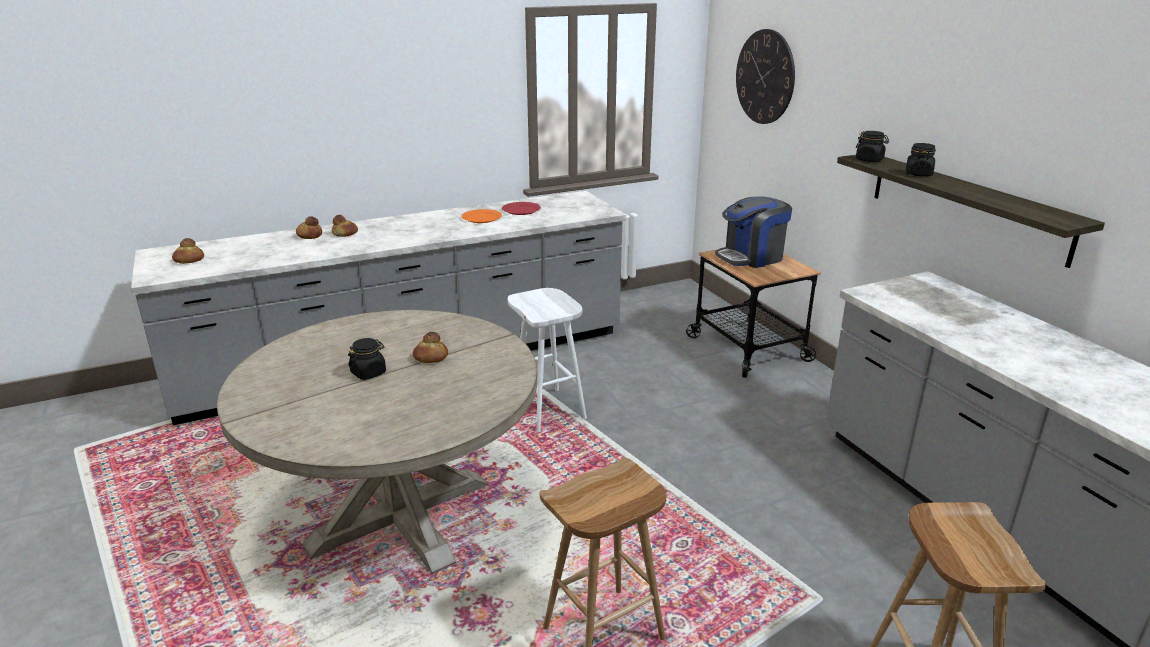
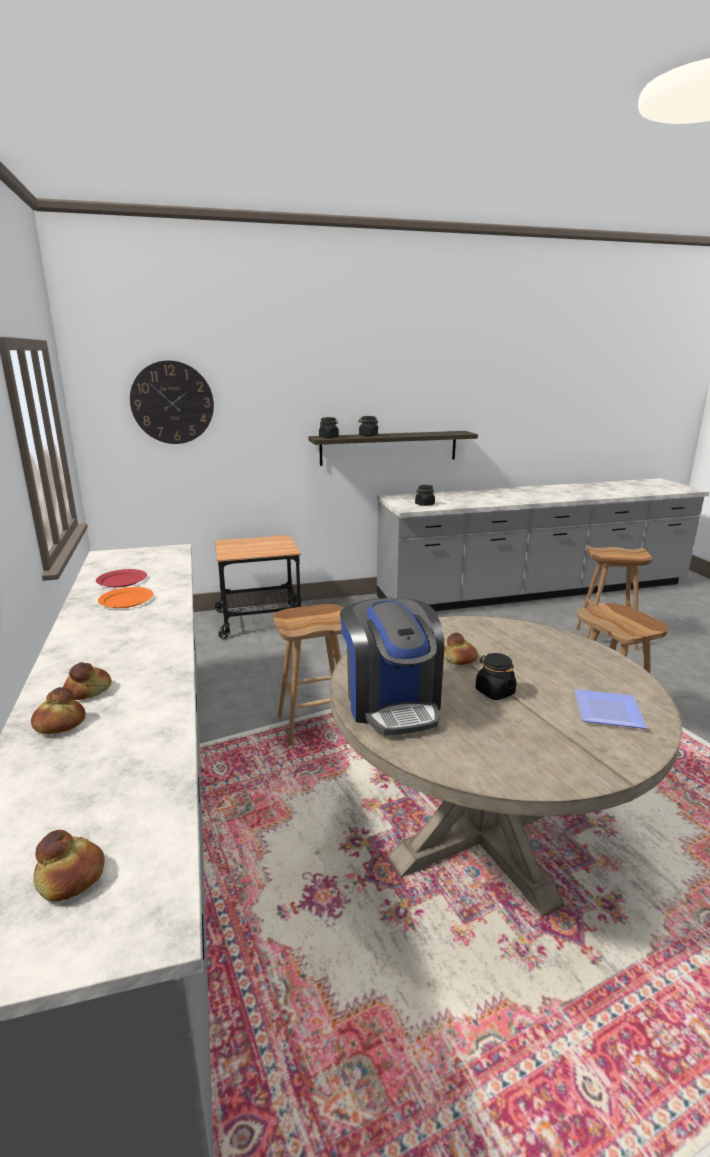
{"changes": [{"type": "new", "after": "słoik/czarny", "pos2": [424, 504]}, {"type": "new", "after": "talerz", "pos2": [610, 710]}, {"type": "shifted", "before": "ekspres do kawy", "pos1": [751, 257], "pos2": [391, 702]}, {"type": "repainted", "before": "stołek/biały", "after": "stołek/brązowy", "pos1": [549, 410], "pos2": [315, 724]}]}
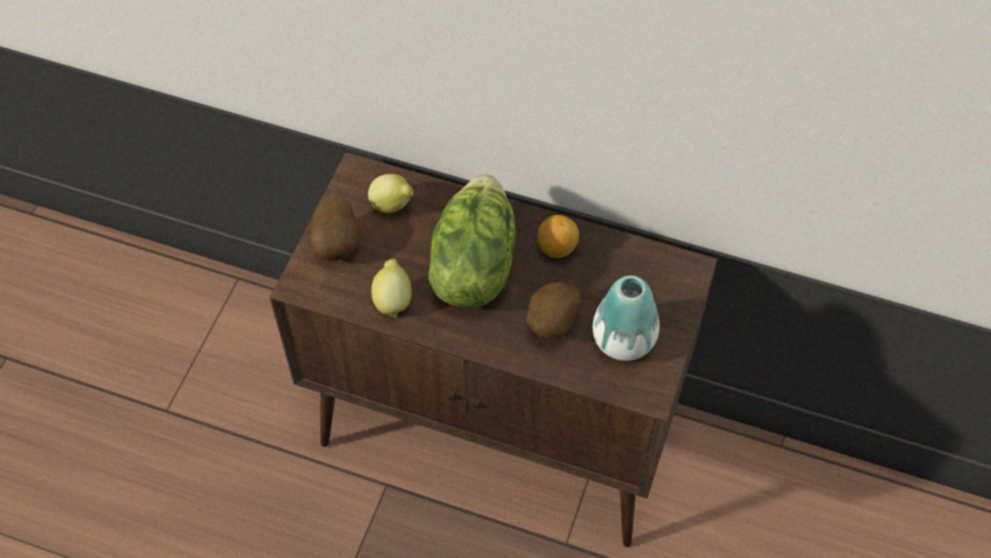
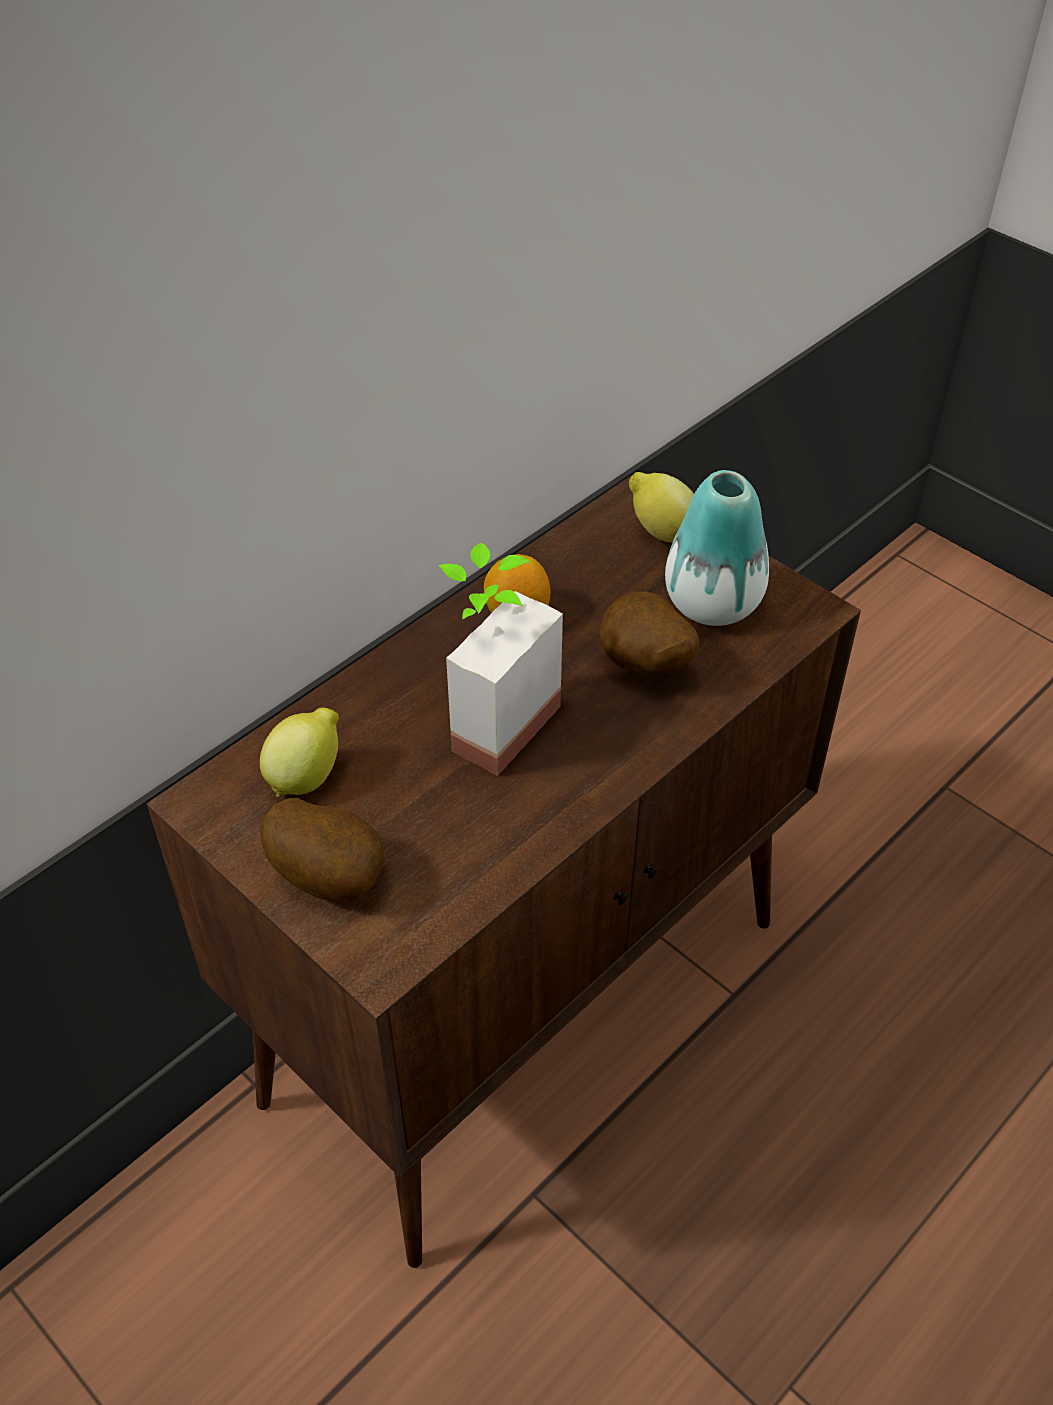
{"changes": [{"type": "shifted", "before": "cytryna", "pos1": [393, 300], "pos2": [660, 532]}, {"type": "swapped", "before": "sałata", "after": "roślina doniczkowa", "pos1": [472, 265], "pos2": [487, 718]}]}
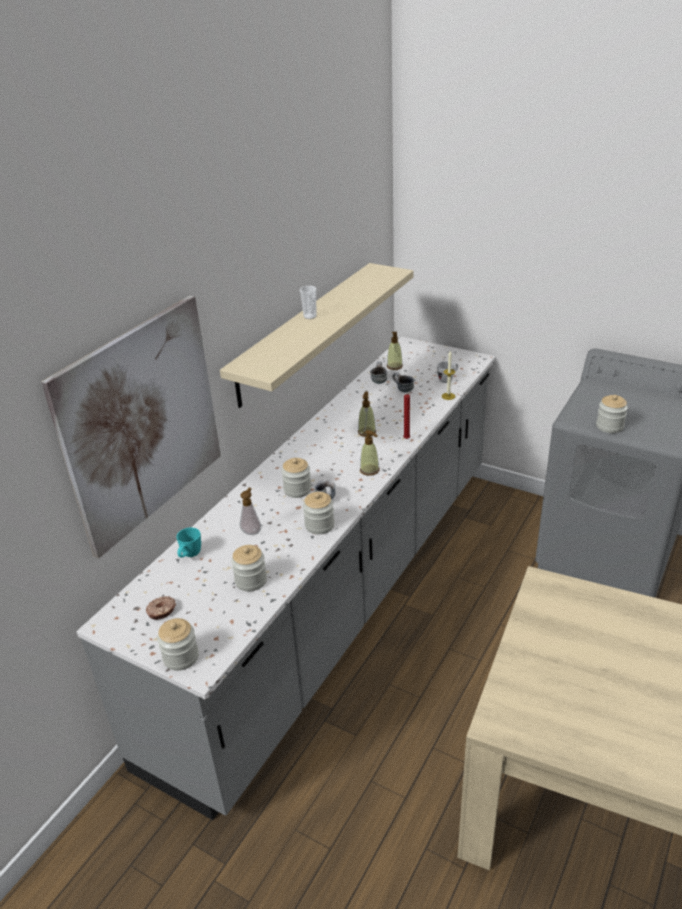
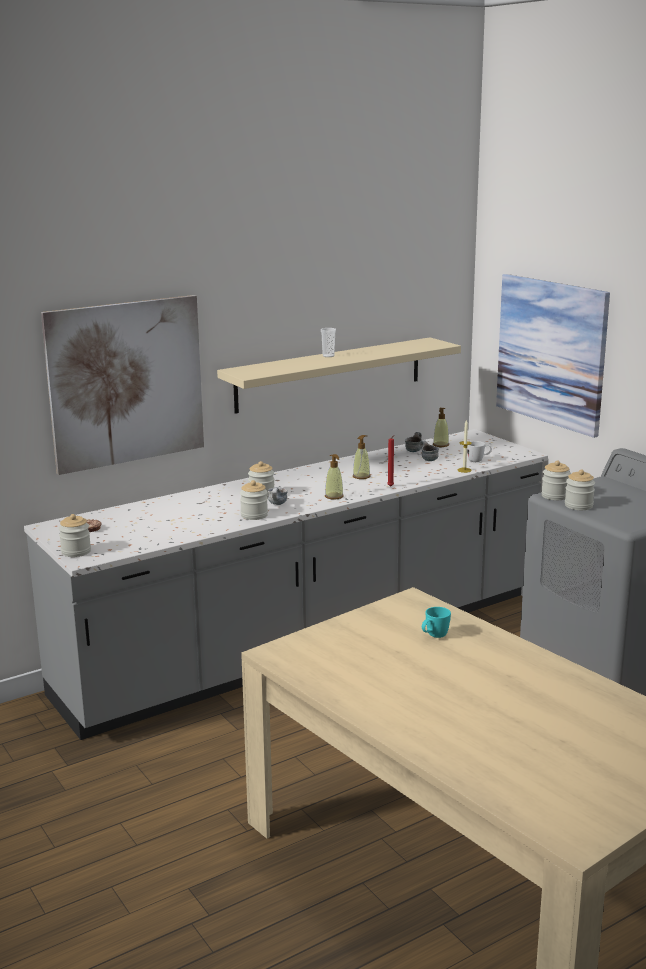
{"changes": [{"type": "gone", "before": "dozownik mydła", "pos1": [252, 531]}, {"type": "new", "after": "obraz", "pos2": [551, 352]}, {"type": "shifted", "before": "kubek/turkusowy", "pos1": [189, 556], "pos2": [434, 636]}, {"type": "shifted", "before": "słoik", "pos1": [251, 580], "pos2": [555, 496]}]}
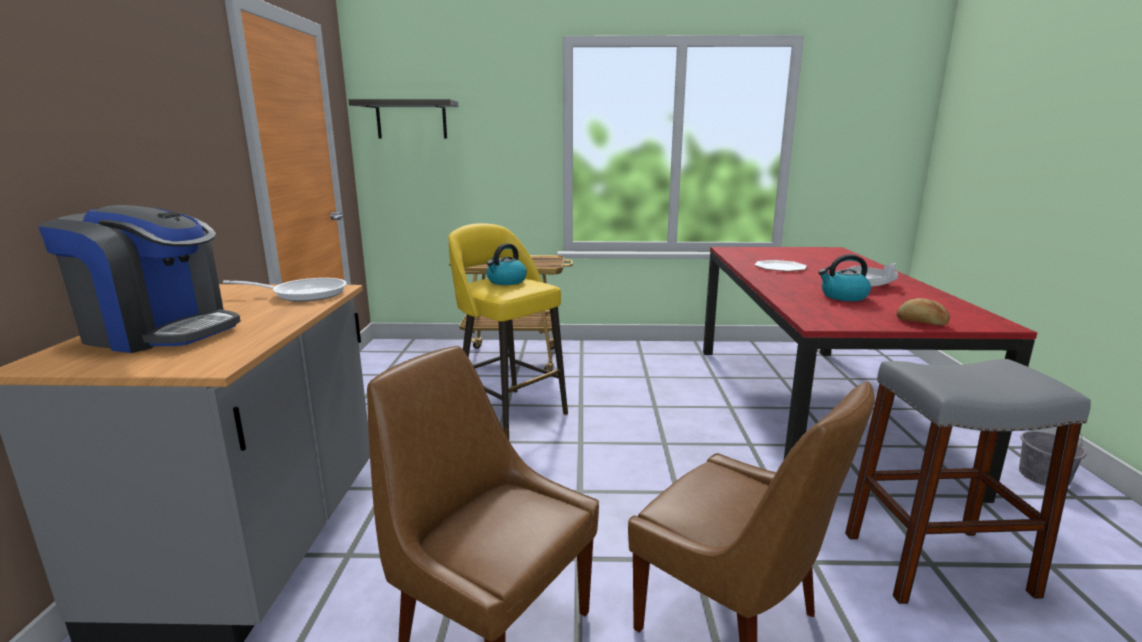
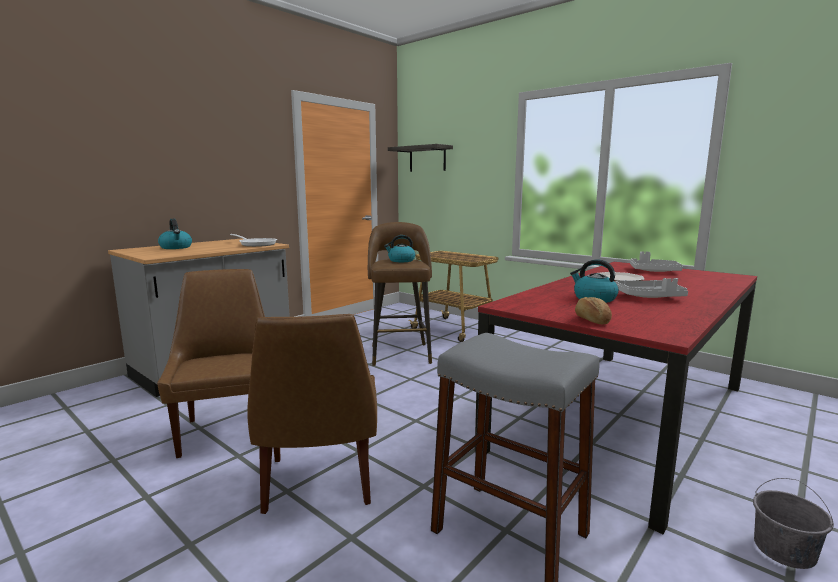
{"changes": [{"type": "new", "after": "taca/szary", "pos2": [653, 271]}, {"type": "swapped", "before": "ekspres do kawy", "after": "czajnik", "pos1": [159, 332], "pos2": [176, 247]}, {"type": "repainted", "before": "stołek/żółty", "after": "stołek/brązowy", "pos1": [509, 413], "pos2": [400, 353]}]}
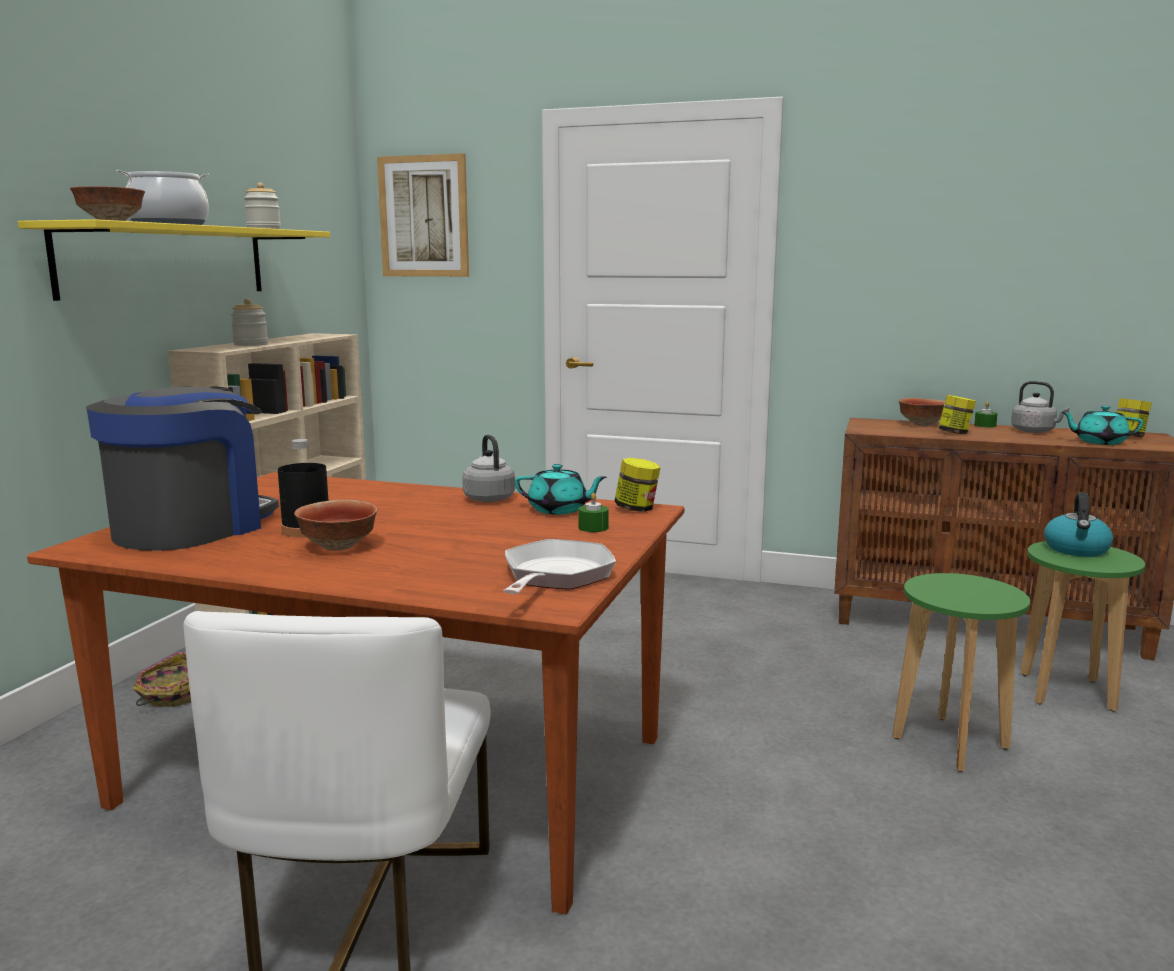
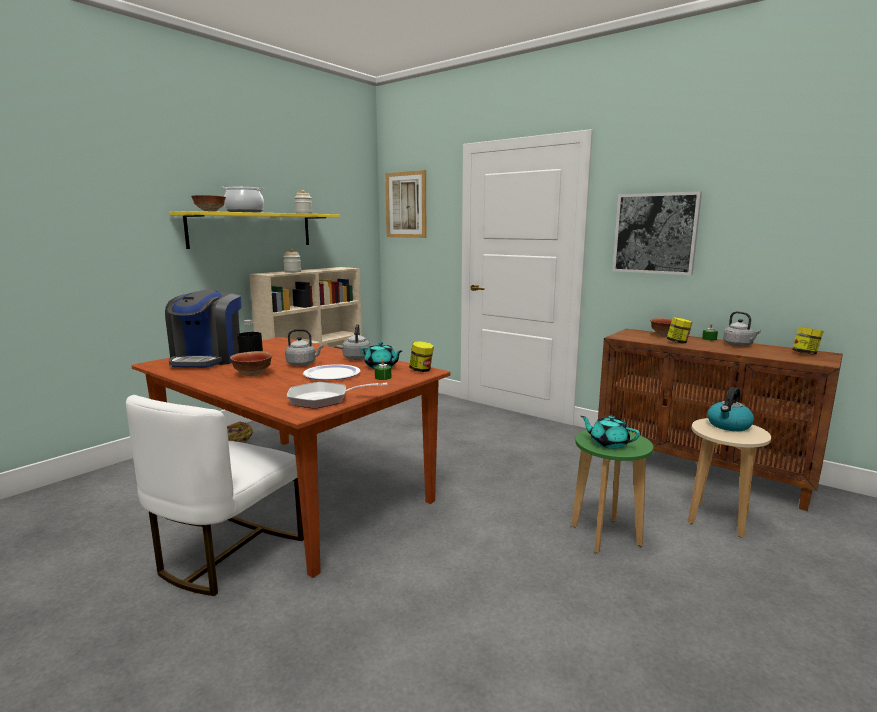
{"changes": [{"type": "new", "after": "czajnik/szary", "pos2": [303, 364]}, {"type": "new", "after": "talerz", "pos2": [332, 374]}, {"type": "new", "after": "obraz", "pos2": [655, 233]}, {"type": "shifted", "before": "imbryk/turkusowy", "pos1": [1099, 442], "pos2": [608, 443]}, {"type": "repainted", "before": "stołek/zielony", "after": "stołek/beżowy", "pos1": [1066, 692], "pos2": [717, 520]}, {"type": "rotated", "before": "ekspres do kawy", "pos1": [192, 528], "pos2": [207, 359], "turn": 135}, {"type": "rotated", "before": "patelnia", "pos1": [555, 577], "pos2": [324, 399], "turn": -135}]}
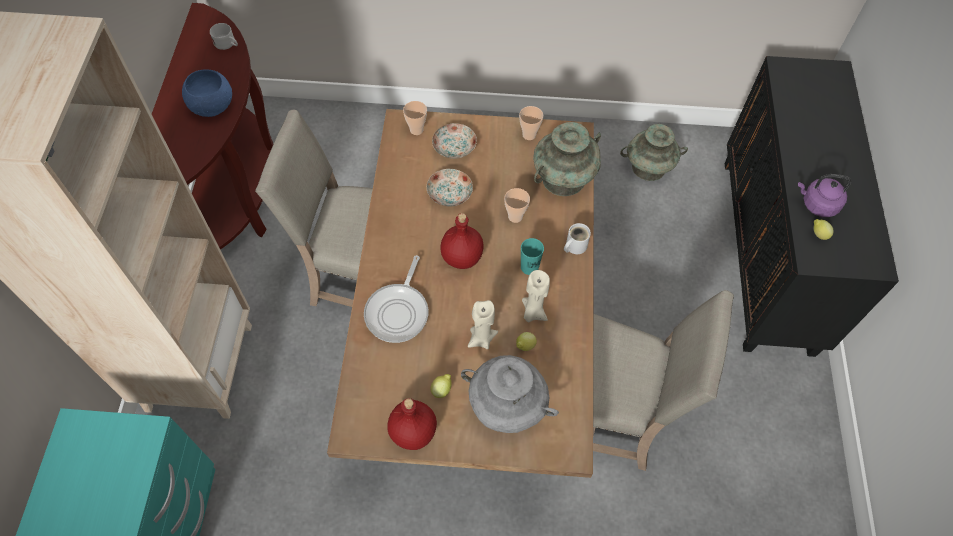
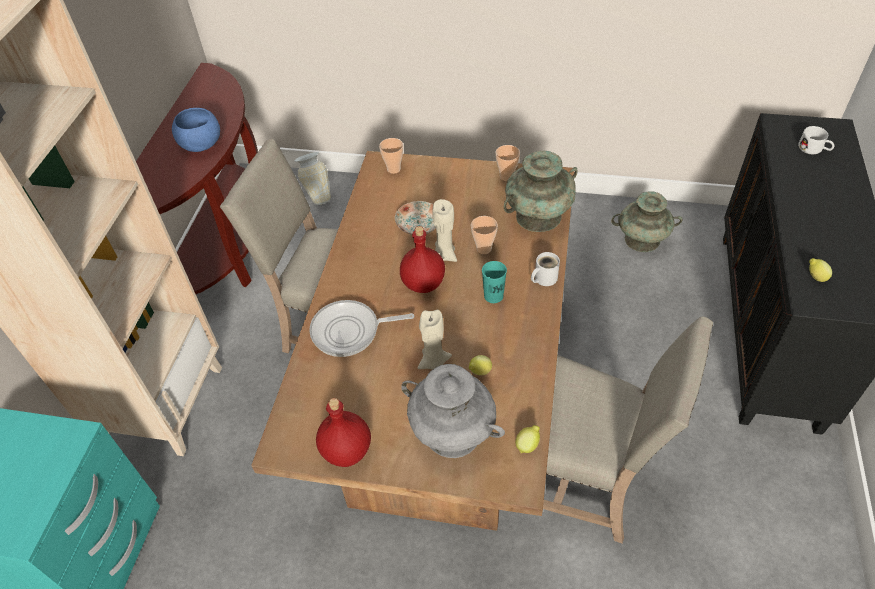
{"changes": [{"type": "gone", "before": "talerz", "pos1": [454, 147]}, {"type": "gone", "before": "czajnik/fioletowy", "pos1": [817, 204]}, {"type": "new", "after": "wazon", "pos2": [318, 196]}, {"type": "shifted", "before": "kubek/biały", "pos1": [227, 44], "pos2": [814, 149]}, {"type": "shifted", "before": "cytryna", "pos1": [442, 389], "pos2": [528, 445]}, {"type": "shifted", "before": "świeca/beżowy", "pos1": [533, 312], "pos2": [444, 255]}, {"type": "rotated", "before": "patelnia", "pos1": [398, 311], "pos2": [350, 331], "turn": 60}]}
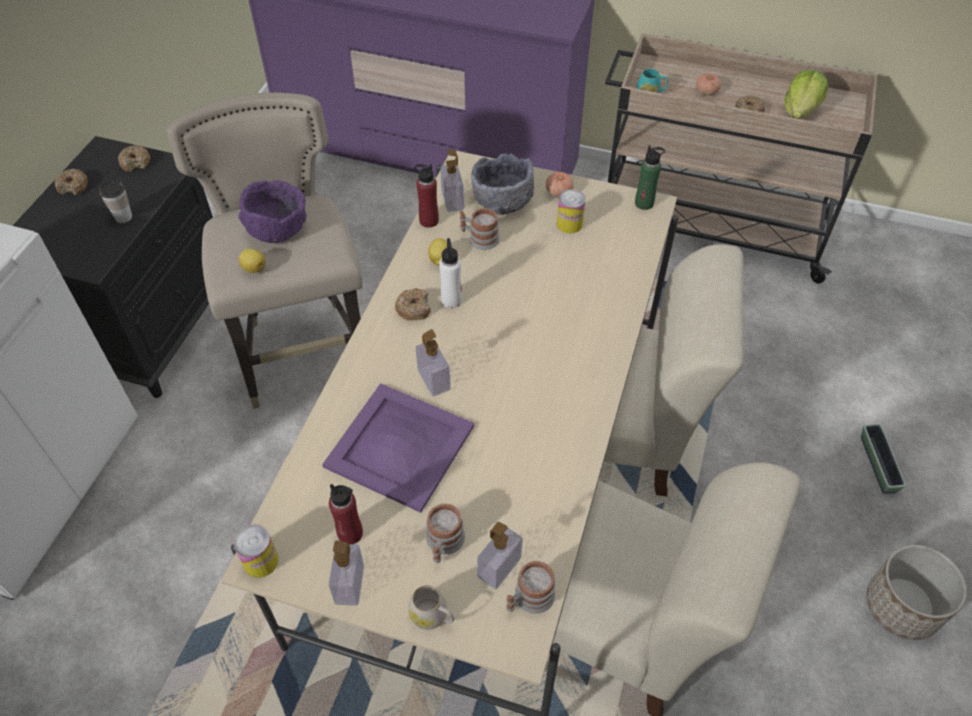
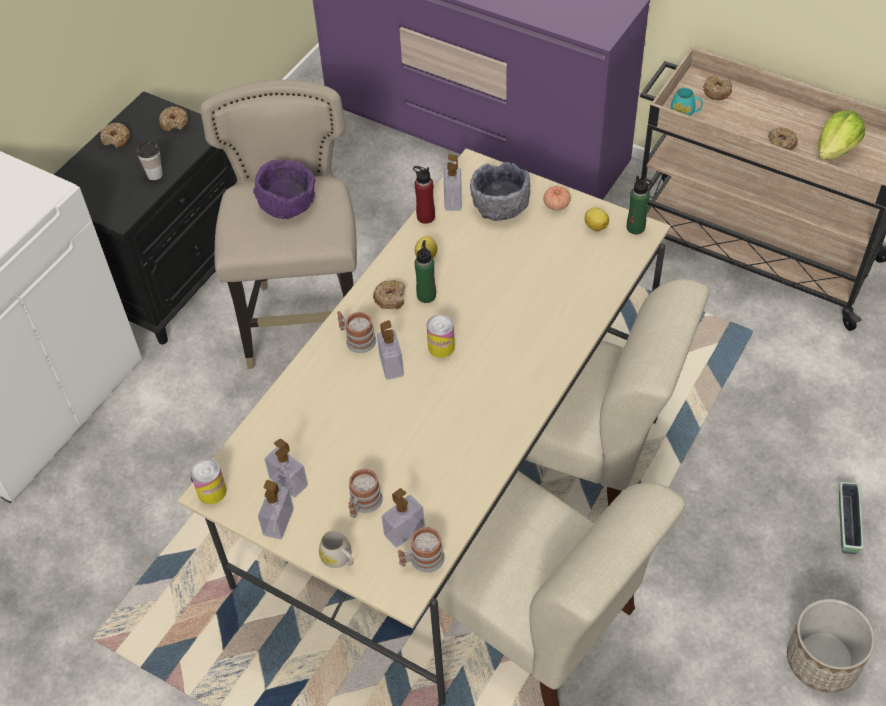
{"changes": [{"type": "gone", "before": "taca/fioletowy", "pos1": [400, 447]}, {"type": "gone", "before": "pomidor", "pos1": [706, 91]}, {"type": "new", "after": "donut", "pos2": [716, 92]}, {"type": "shifted", "before": "cytryna", "pos1": [254, 268], "pos2": [595, 226]}, {"type": "shifted", "before": "kubek", "pos1": [479, 238], "pos2": [356, 339]}, {"type": "shifted", "before": "puszka", "pos1": [569, 224], "pos2": [441, 347]}, {"type": "swapped", "before": "butelka/czerwony", "after": "dozownik mydła", "pos1": [350, 533], "pos2": [288, 482]}, {"type": "repainted", "before": "butelka/biały", "after": "butelka/zielony", "pos1": [451, 300], "pos2": [426, 295]}]}
